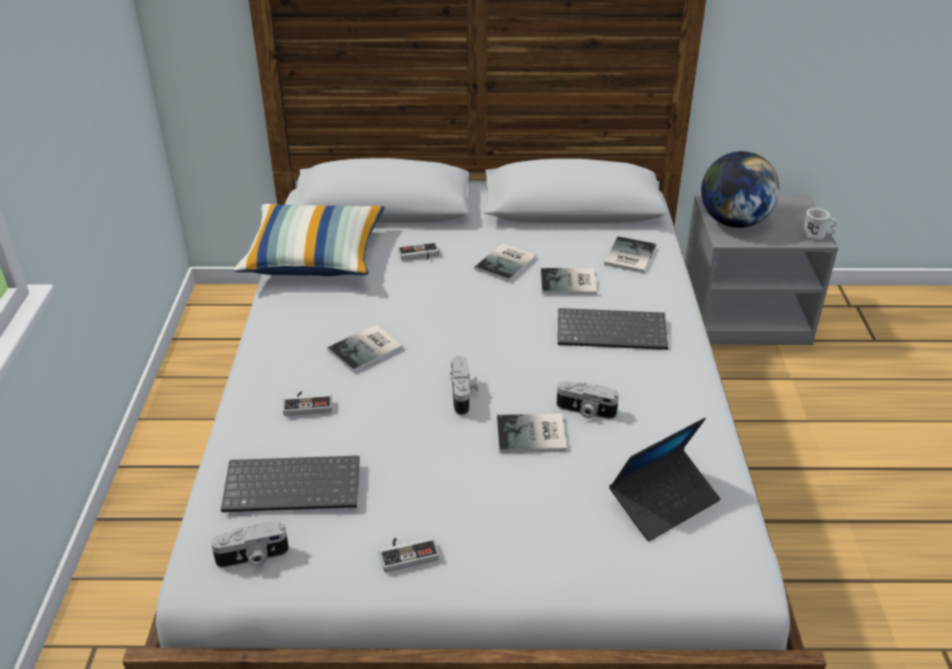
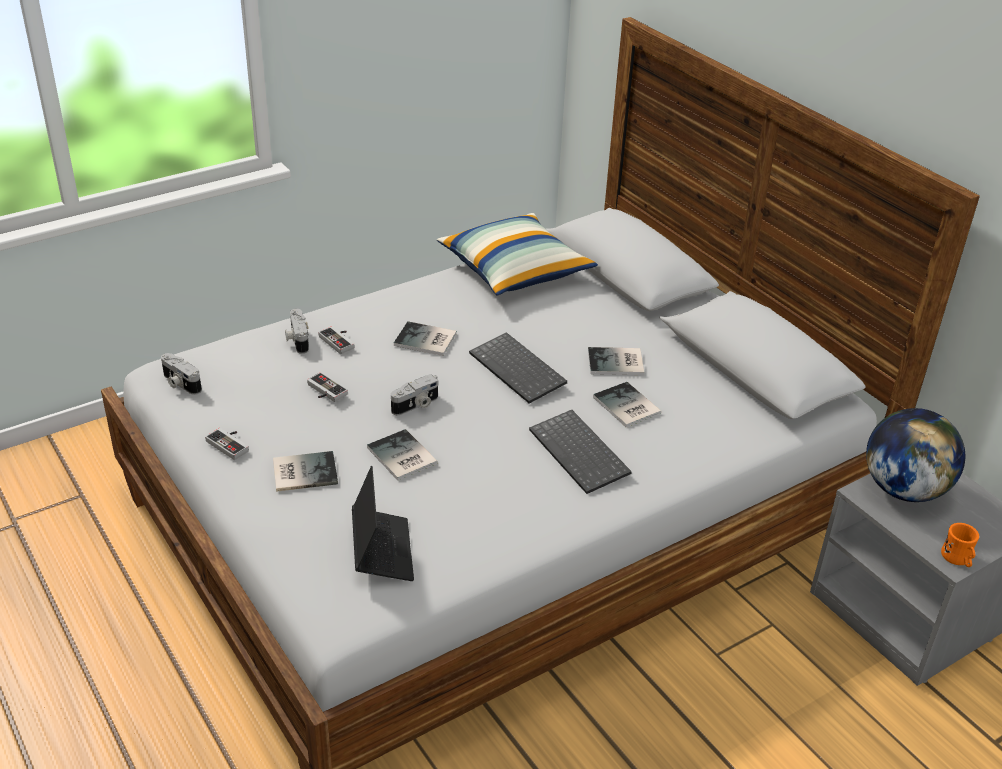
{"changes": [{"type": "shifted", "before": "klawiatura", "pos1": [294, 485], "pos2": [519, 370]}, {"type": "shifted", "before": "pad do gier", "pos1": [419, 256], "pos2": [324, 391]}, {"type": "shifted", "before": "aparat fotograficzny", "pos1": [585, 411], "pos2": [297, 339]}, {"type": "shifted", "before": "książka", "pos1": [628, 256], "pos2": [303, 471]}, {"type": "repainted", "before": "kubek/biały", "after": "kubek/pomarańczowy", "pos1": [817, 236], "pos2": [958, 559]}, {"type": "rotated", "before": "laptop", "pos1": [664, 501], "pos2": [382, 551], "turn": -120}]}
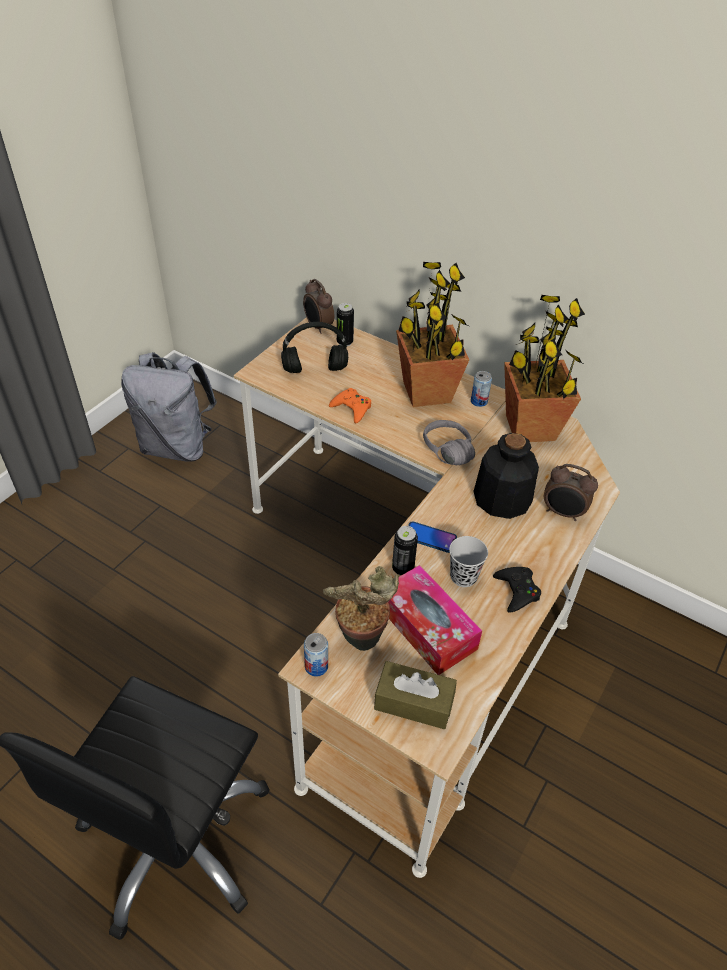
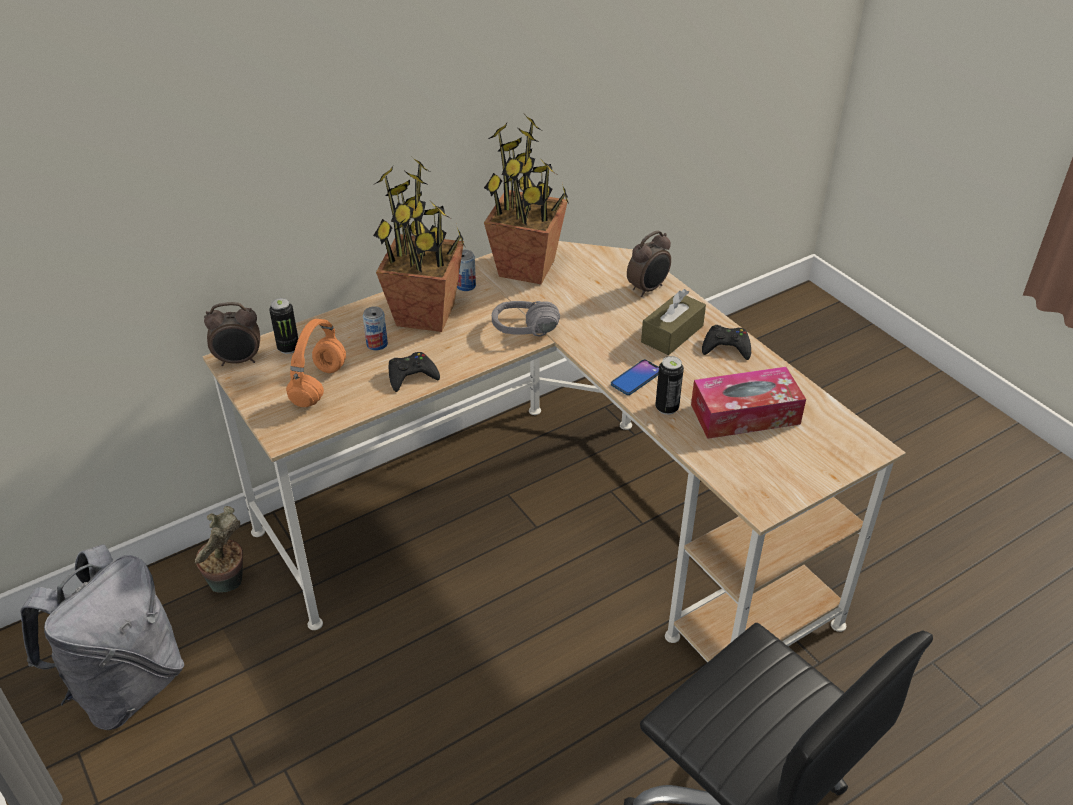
{"changes": [{"type": "gone", "before": "filiżanka/czarny", "pos1": [463, 577]}, {"type": "gone", "before": "butelka", "pos1": [501, 498]}, {"type": "shifted", "before": "puszka", "pos1": [316, 666], "pos2": [377, 344]}, {"type": "shifted", "before": "roślina doniczkowa", "pos1": [361, 640], "pos2": [229, 585]}, {"type": "shifted", "before": "pudełko chusteczek/brązowy", "pos1": [414, 702], "pos2": [672, 334]}, {"type": "repainted", "before": "słuchawki/czarny", "after": "słuchawki/pomarańczowy", "pos1": [314, 370], "pos2": [319, 386]}, {"type": "repainted", "before": "pad do gier/pomarańczowy", "after": "pad do gier/czarny", "pos1": [352, 408], "pos2": [411, 375]}]}
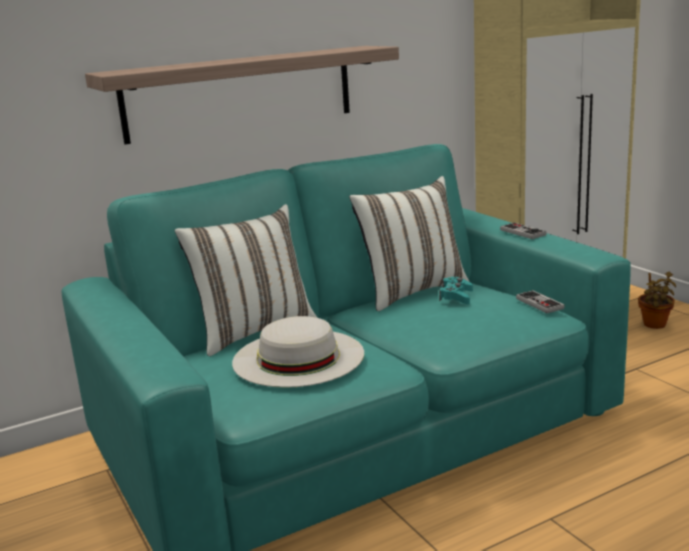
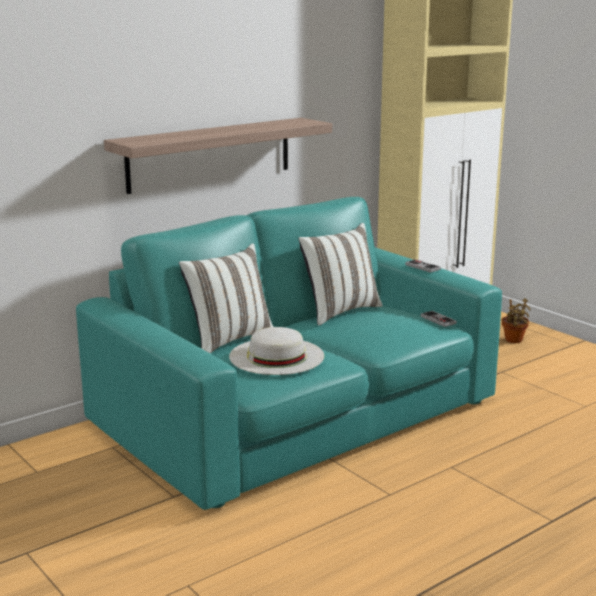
{"changes": [{"type": "gone", "before": "pad do gier/turkusowy", "pos1": [456, 297]}]}
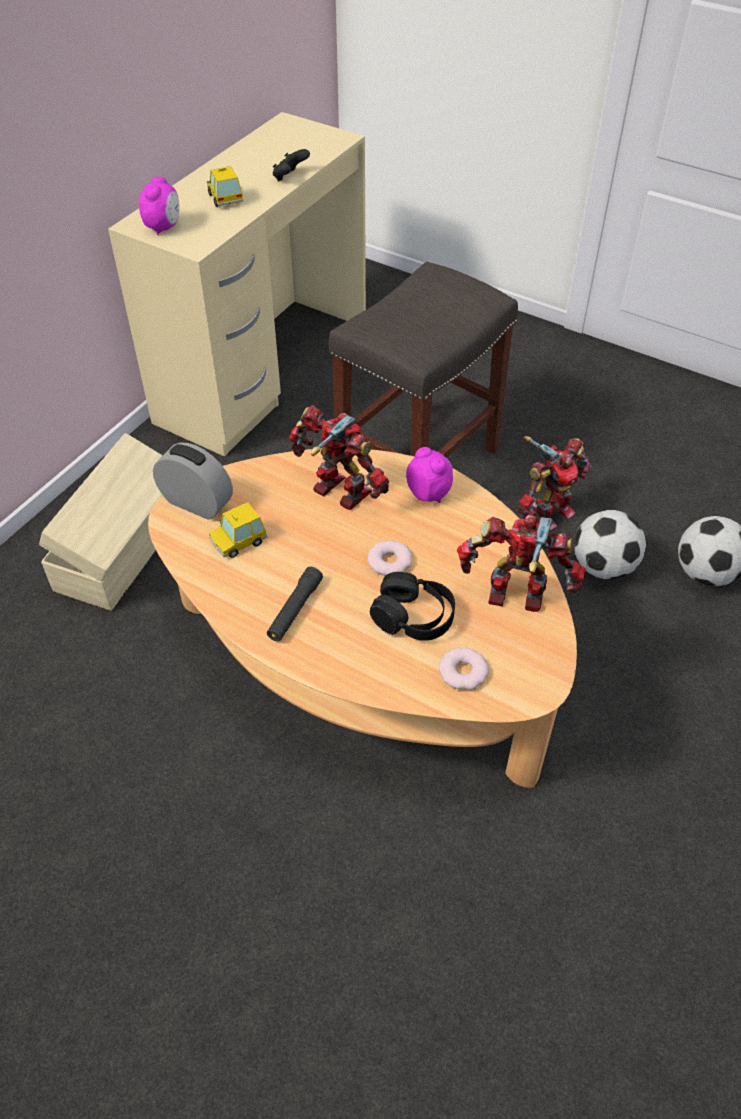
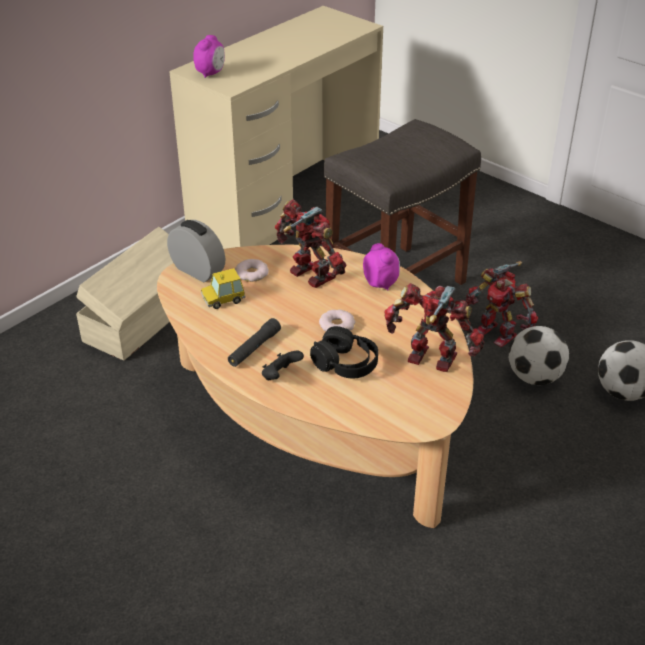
{"changes": [{"type": "gone", "before": "samochodzik", "pos1": [225, 198]}, {"type": "shifted", "before": "pad do gier/czarny", "pos1": [290, 177], "pos2": [280, 376]}, {"type": "shifted", "before": "donut", "pos1": [463, 672], "pos2": [252, 273]}, {"type": "rotated", "before": "robot zabawkowy", "pos1": [548, 512], "pos2": [497, 332], "turn": 75}]}
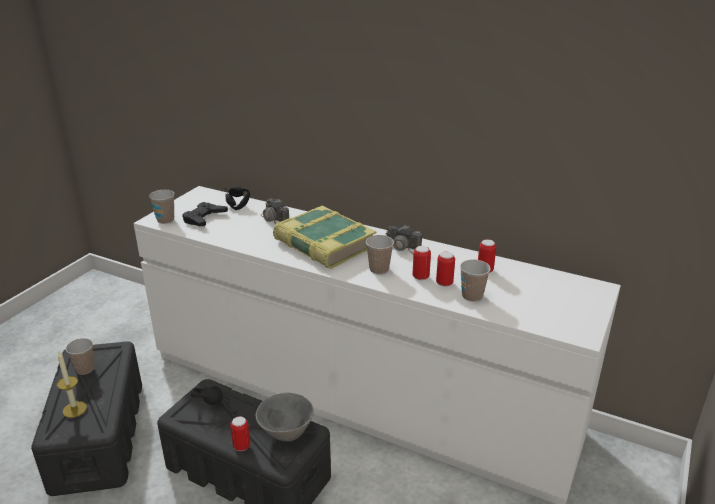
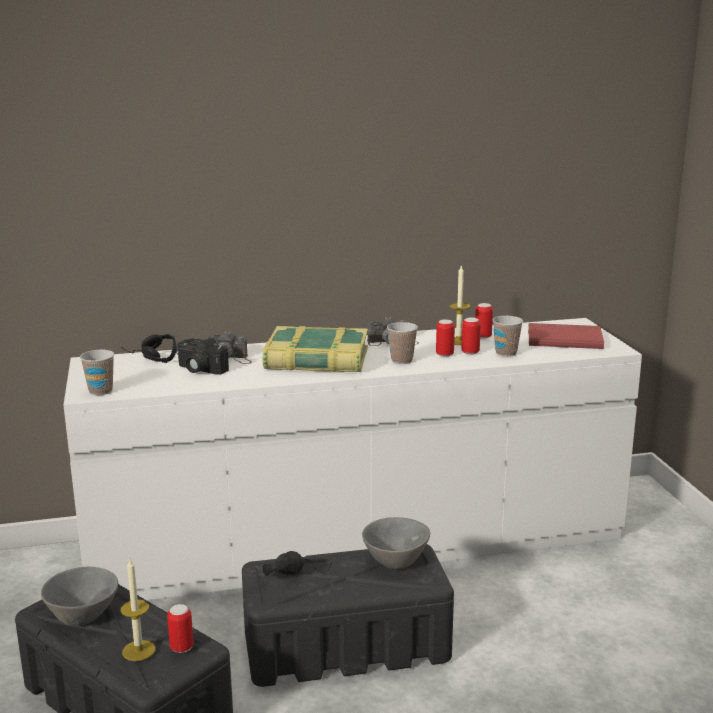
{"changes": [{"type": "gone", "before": "pad do gier/czarny", "pos1": [204, 218]}, {"type": "new", "after": "aparat fotograficzny", "pos2": [199, 369]}, {"type": "new", "after": "świeca", "pos2": [458, 341]}, {"type": "new", "after": "książka/czerwony", "pos2": [564, 338]}, {"type": "shifted", "before": "puszka", "pos1": [241, 446], "pos2": [181, 647]}, {"type": "swapped", "before": "filiżanka", "after": "miska/szary", "pos1": [85, 369], "pos2": [84, 616]}]}
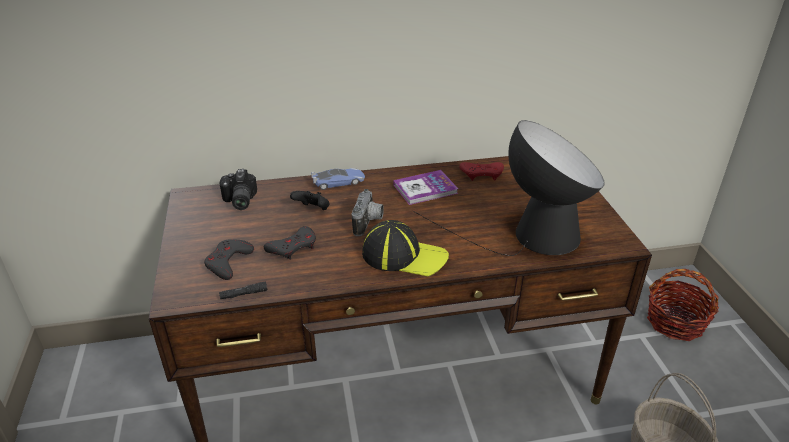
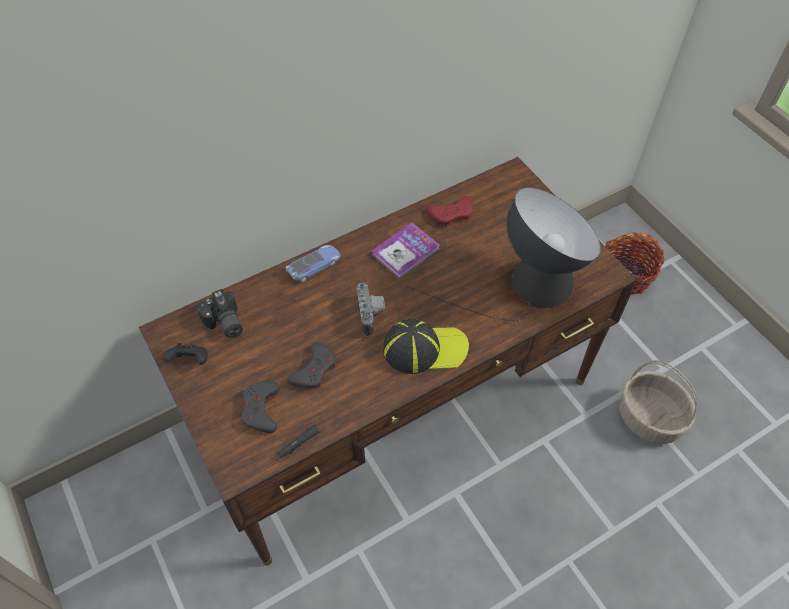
{"changes": [{"type": "shifted", "before": "pad do gier/czarny", "pos1": [313, 210], "pos2": [190, 361]}]}
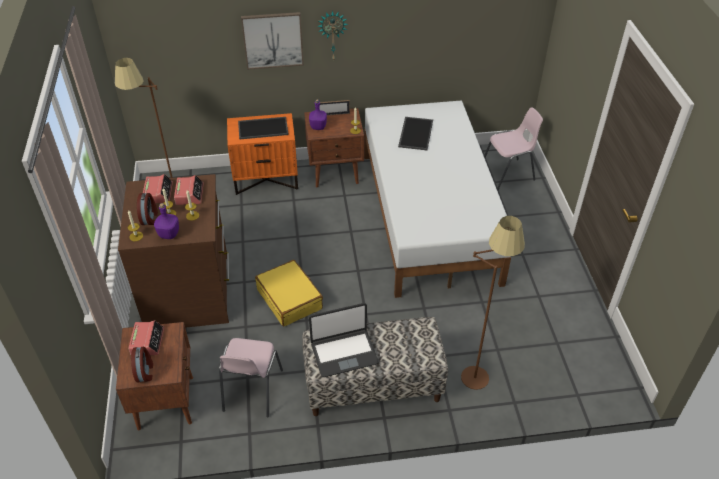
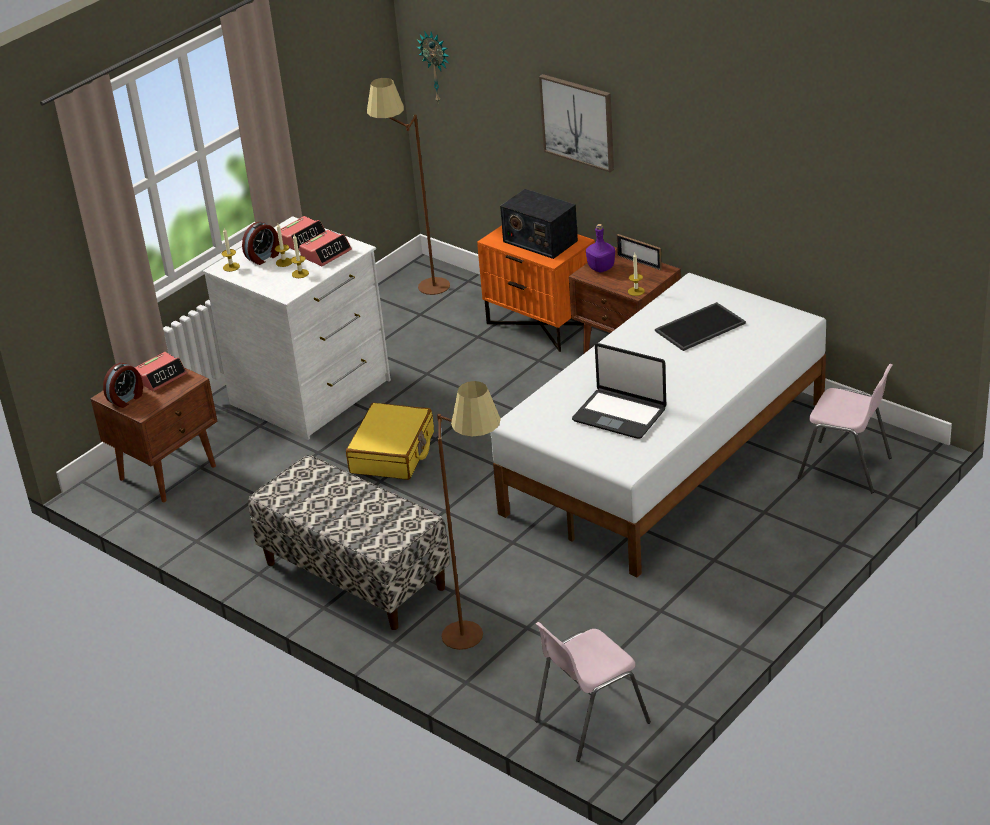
{"changes": [{"type": "gone", "before": "butelka/fioletowy", "pos1": [168, 234]}, {"type": "shifted", "before": "krzesło/różowy", "pos1": [251, 391], "pos2": [590, 721]}, {"type": "shifted", "before": "laptop", "pos1": [344, 353], "pos2": [620, 414]}, {"type": "shifted", "before": "zegar ścienny", "pos1": [332, 35], "pos2": [436, 66]}, {"type": "swapped", "before": "taca", "after": "radio", "pos1": [263, 128], "pos2": [539, 241]}, {"type": "repainted", "before": "komoda/brązowy", "after": "komoda/biały", "pos1": [190, 293], "pos2": [312, 393]}]}
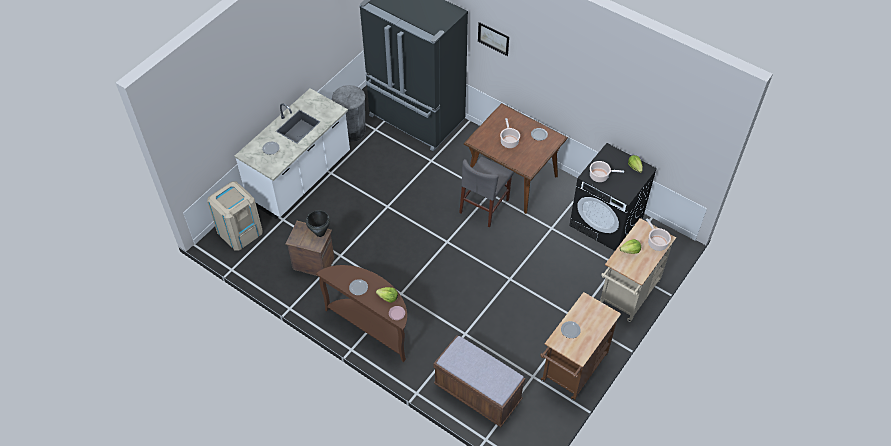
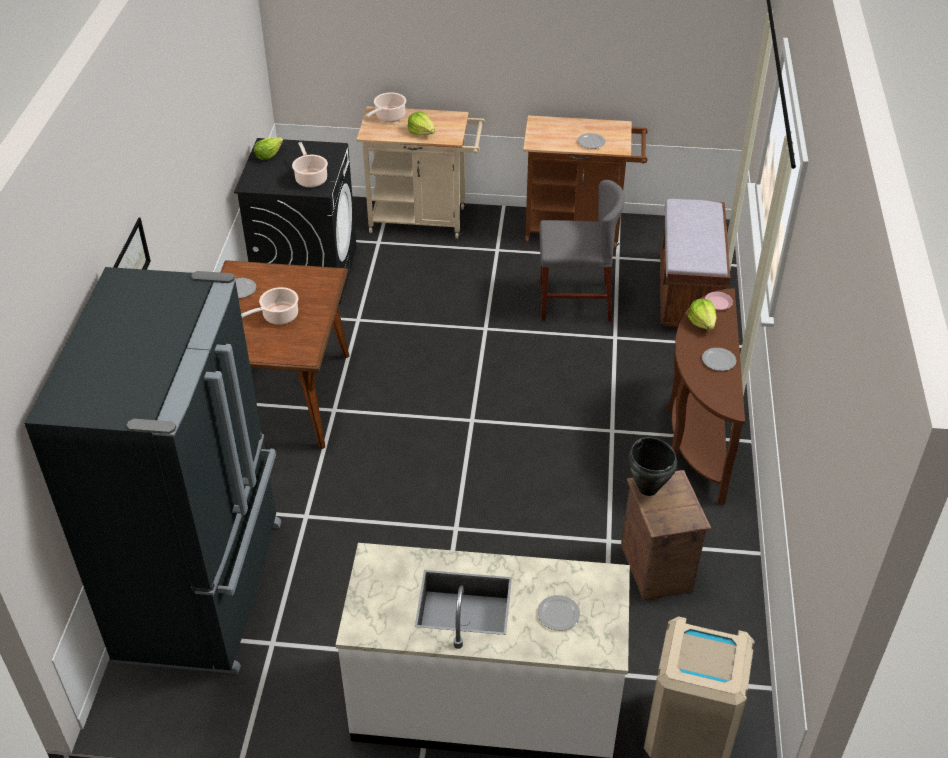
{"changes": [{"type": "gone", "before": "kosz na śmieci/szary", "pos1": [352, 131]}, {"type": "shifted", "before": "krzesło/szary", "pos1": [484, 206], "pos2": [575, 301]}]}
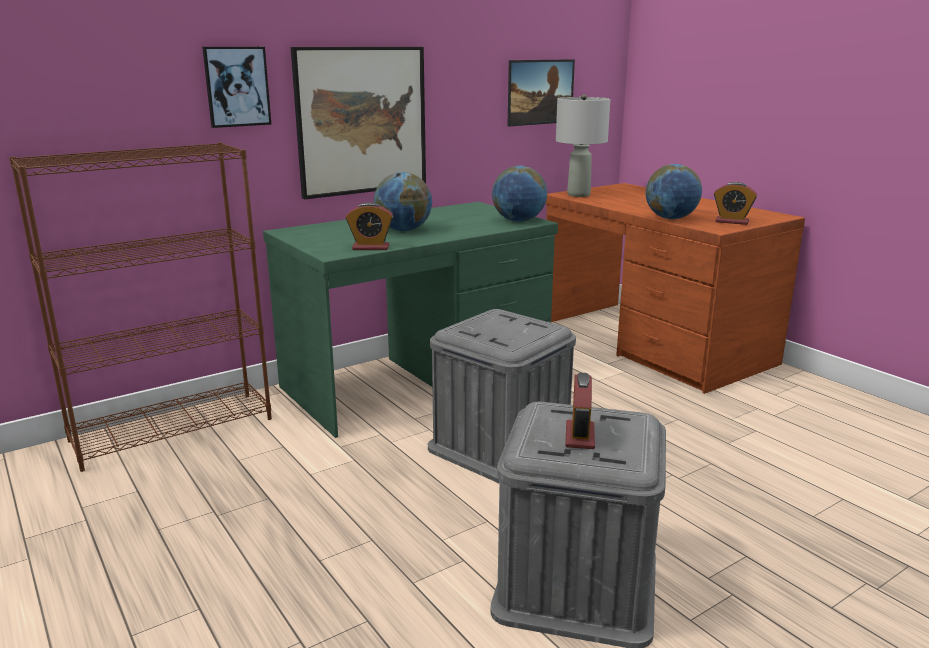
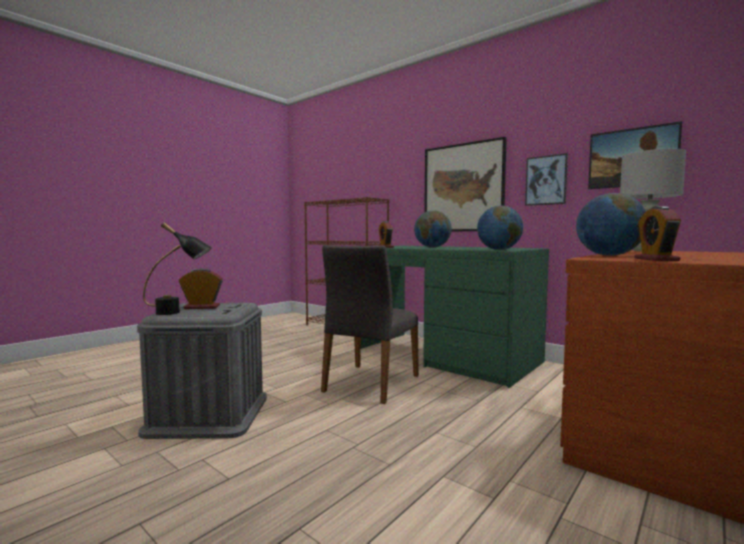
{"changes": [{"type": "new", "after": "lampa stołowa/czarny", "pos2": [178, 312]}, {"type": "shifted", "before": "obraz", "pos1": [237, 86], "pos2": [546, 180]}, {"type": "swapped", "before": "pojemnik do przechowywania/szary", "after": "krzesło/szary", "pos1": [501, 446], "pos2": [370, 383]}]}
